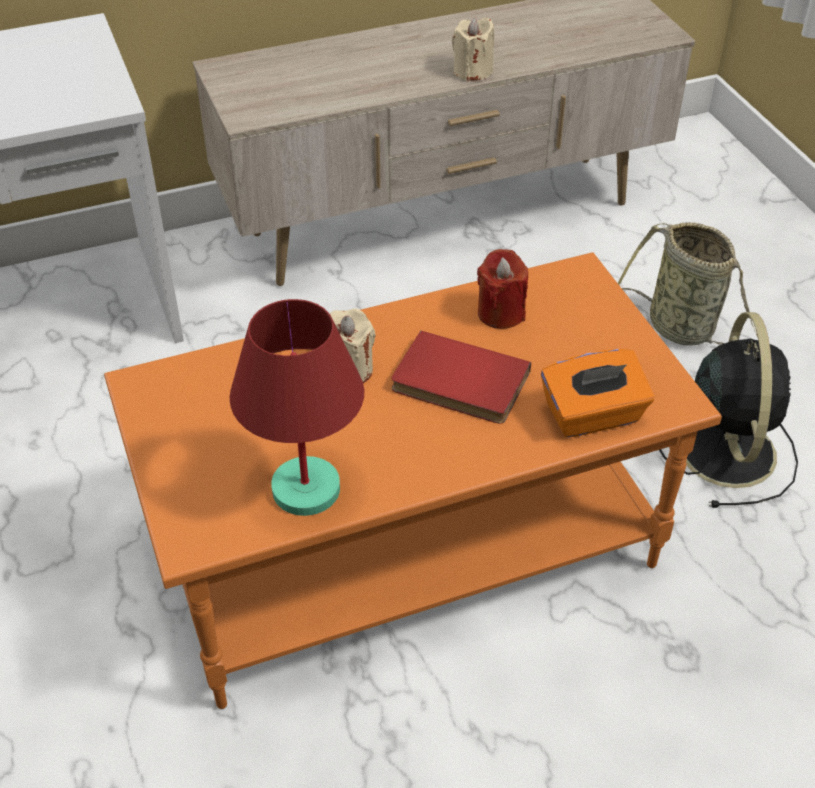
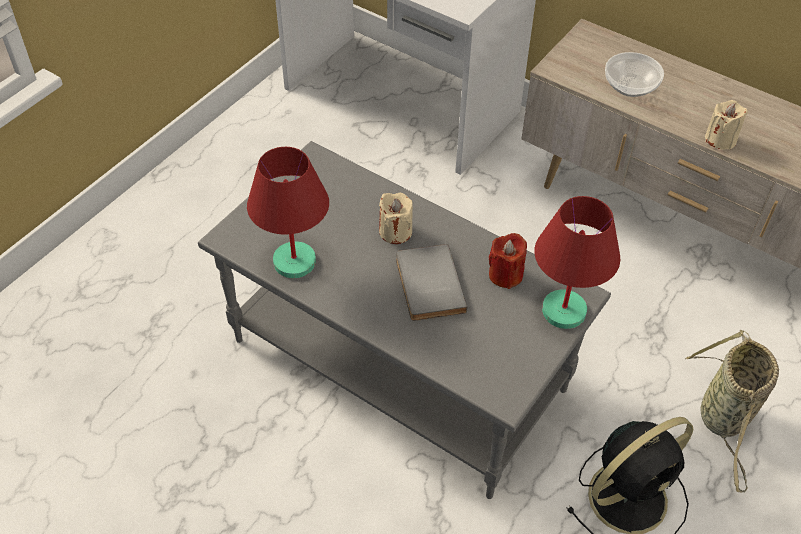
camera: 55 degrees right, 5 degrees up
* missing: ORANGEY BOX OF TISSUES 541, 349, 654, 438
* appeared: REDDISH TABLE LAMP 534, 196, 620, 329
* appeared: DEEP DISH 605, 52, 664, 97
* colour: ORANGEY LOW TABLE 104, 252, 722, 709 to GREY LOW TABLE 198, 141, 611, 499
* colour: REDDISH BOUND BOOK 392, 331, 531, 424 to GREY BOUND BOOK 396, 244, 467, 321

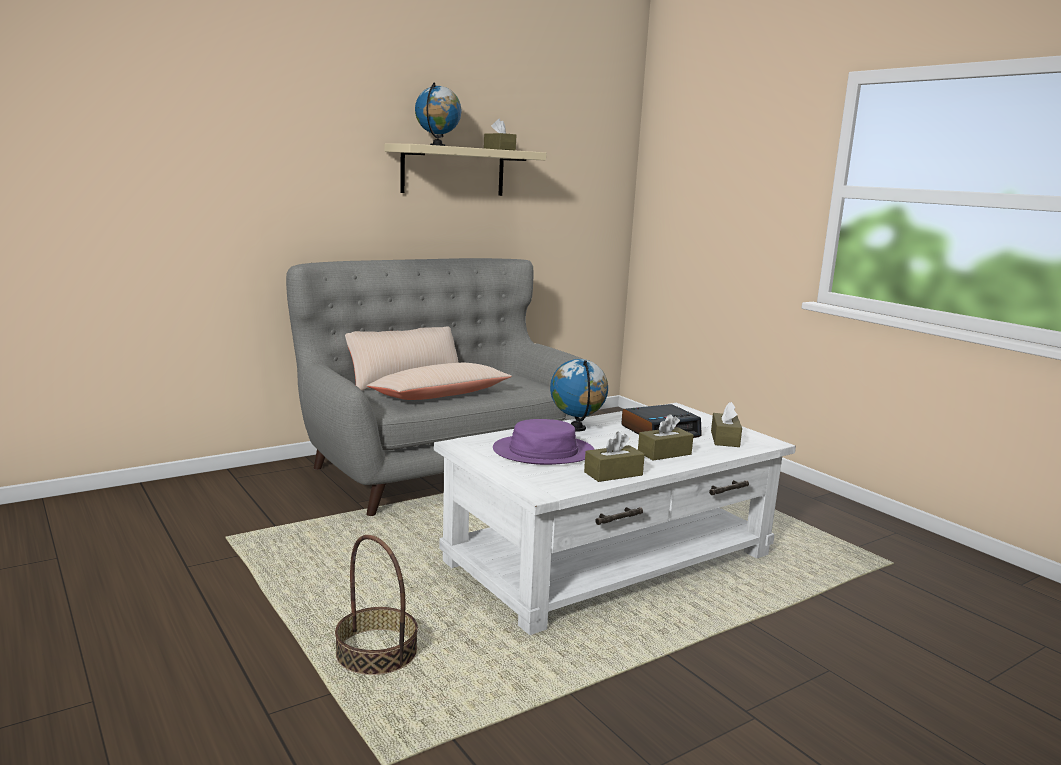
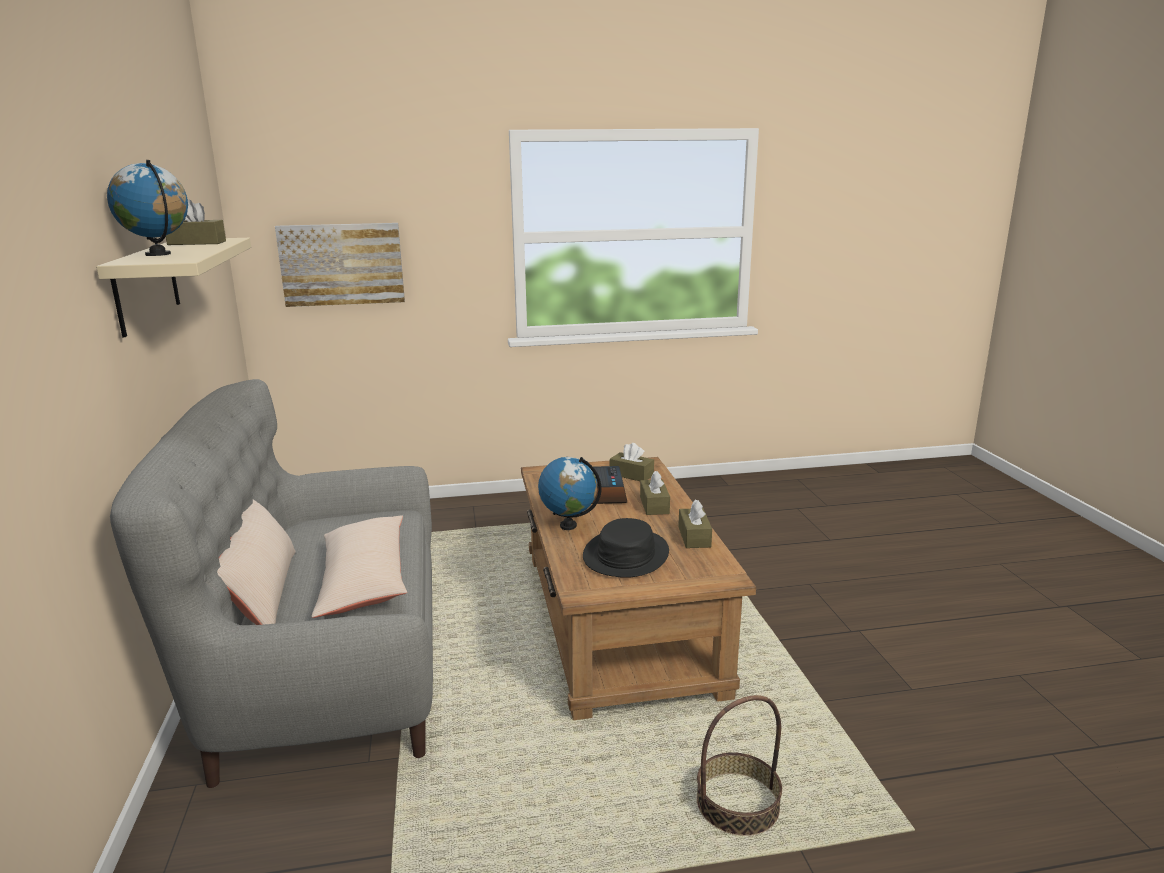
camera: 65 degrees left, 5 degrees up
* appeared: WALL ART 275, 223, 405, 307
* colour: WHITE-COLOURED LOW TABLE 434, 403, 796, 635 to BROWN-COLOURED LOW TABLE 521, 457, 756, 720
* colour: PURPLISH CLOTHING HAT 493, 419, 595, 465 to BLACK-COLOURED CLOTHING HAT 583, 518, 669, 578

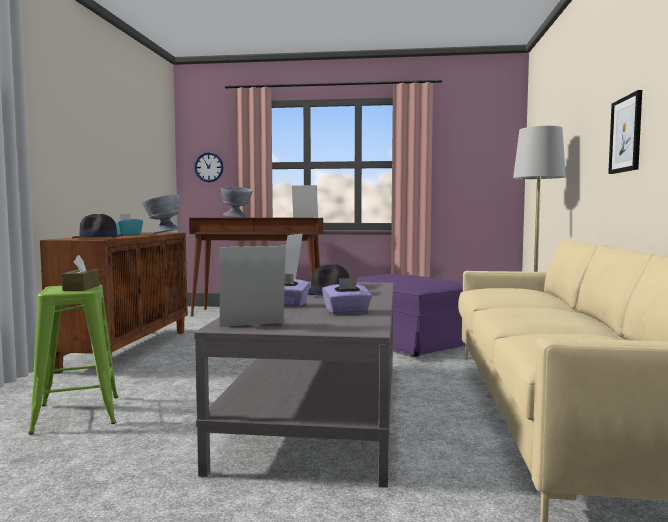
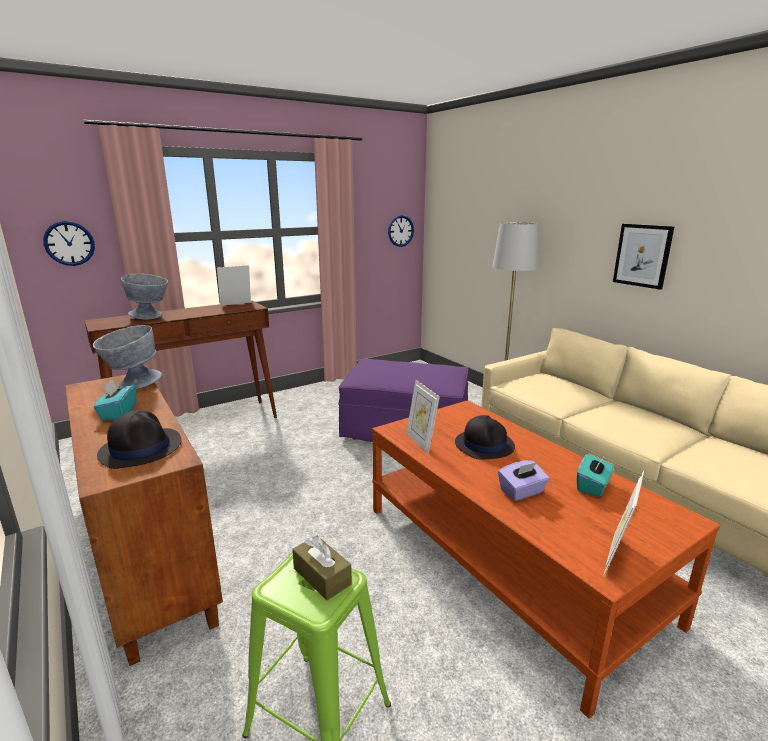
camera: 40 degrees left, 15 degrees up
* appeared: WALL CLOCK 388, 215, 414, 247
* colour: GREY LOW TABLE 194, 281, 394, 488 to BROWN-COLOURED LOW TABLE 372, 400, 720, 719
* colour: PURPLISH BOX OF TISSUES 322, 278, 372, 314 to TURQUOISE BOX OF TISSUES 577, 454, 613, 497

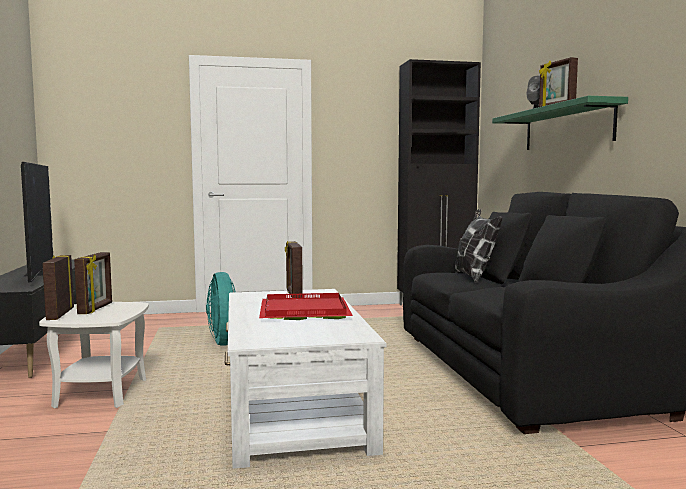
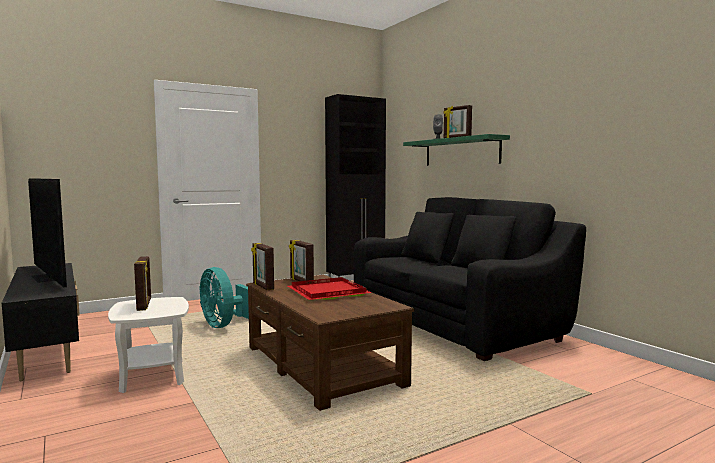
camera: 20 degrees left, 0 degrees up
* missing: THROW PILLOW 455, 209, 502, 283
* relocated: PHOTO FRAME 42, 255, 74, 320 to 251, 243, 274, 290
* colour: WHITE-COLOURED LOW TABLE 225, 289, 386, 469 to BROWN-COLOURED LOW TABLE 246, 275, 414, 411

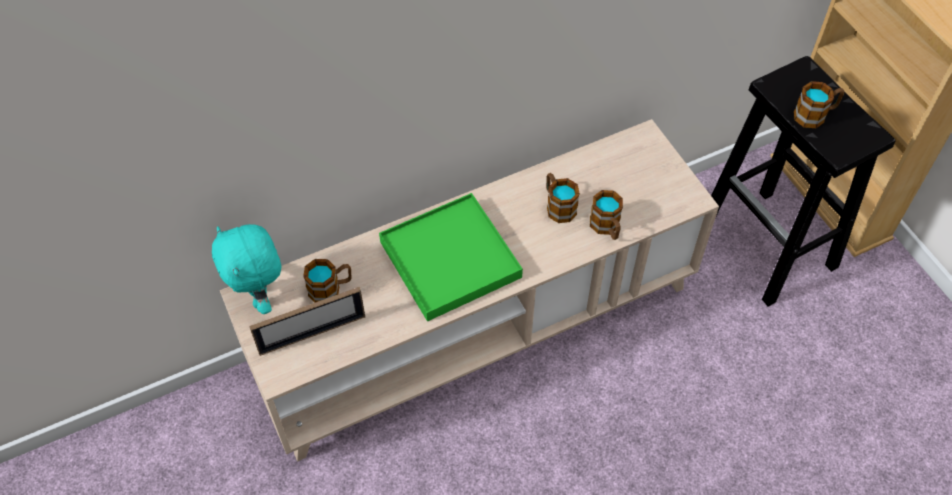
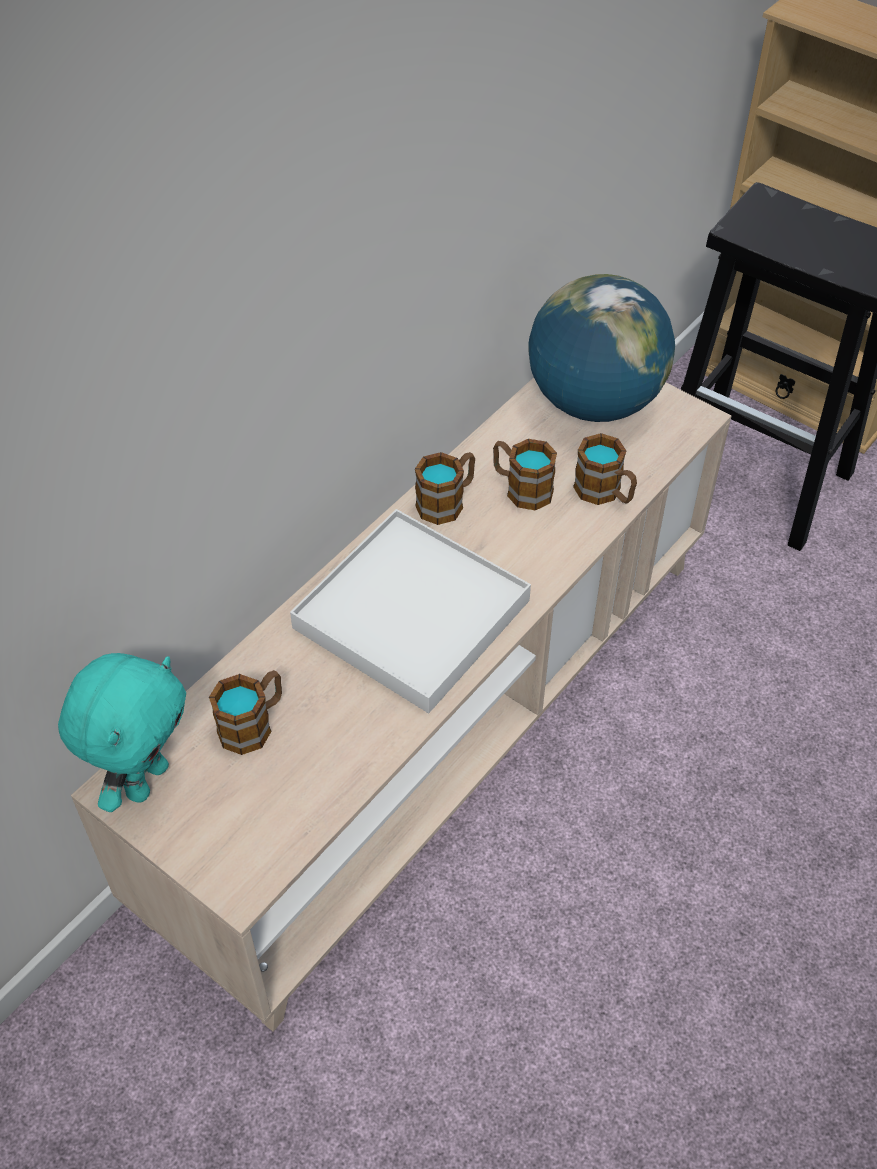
camera: 25 degrees left, 5 degrees down
* missing: PHOTO FRAME 249, 287, 365, 356
* appeared: DESK GLOBE 528, 274, 675, 422
* relocated: TEA MUG 794, 81, 844, 128 to 415, 452, 475, 525
* colour: GREEN TRAY 379, 193, 523, 321 to WHITE-COLOURED TRAY 290, 509, 531, 713
* spun: TURQUOISE CUDDLY TOY 212, 224, 281, 314 = 58, 653, 186, 812 105 degrees counterclockwise

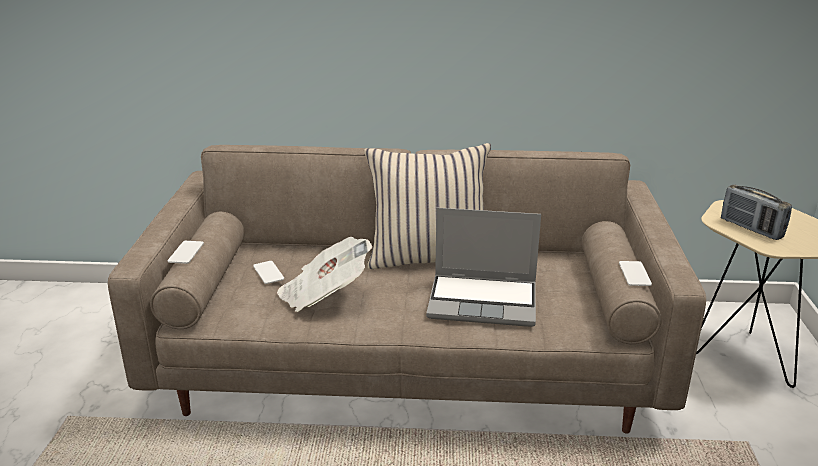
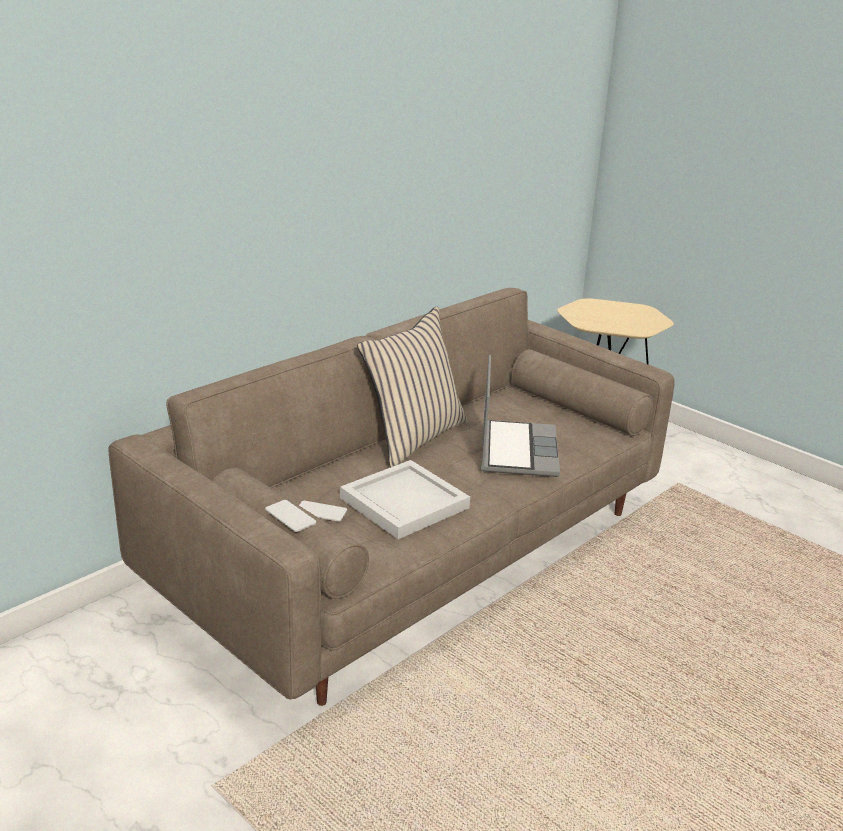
camera: 50 degrees left, 0 degrees up
* missing: TELEPHONE 619, 261, 652, 286
* missing: RADIO 721, 184, 792, 240
* exchanged: NEWSPAPER 277, 237, 372, 312 to WHITE-COLOURED TRAY 340, 460, 470, 539
* spun: PORTABLE COMPUTER 426, 208, 541, 327 = 481, 355, 560, 477 45 degrees counterclockwise

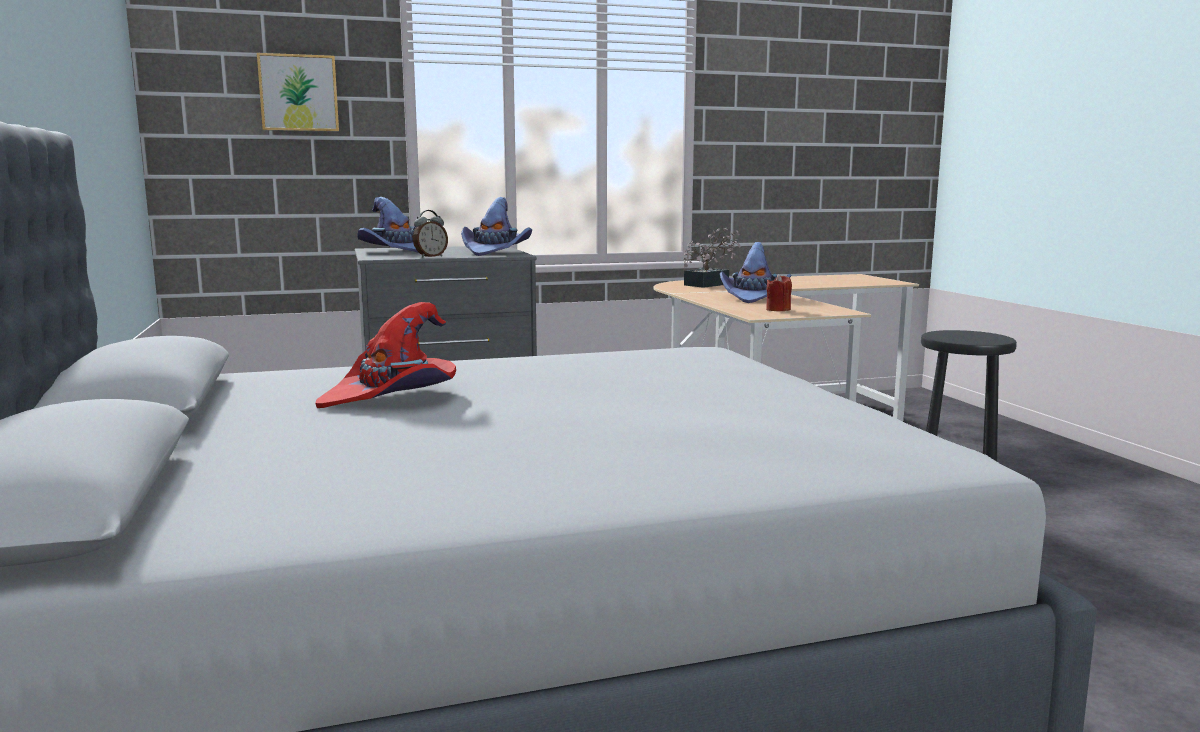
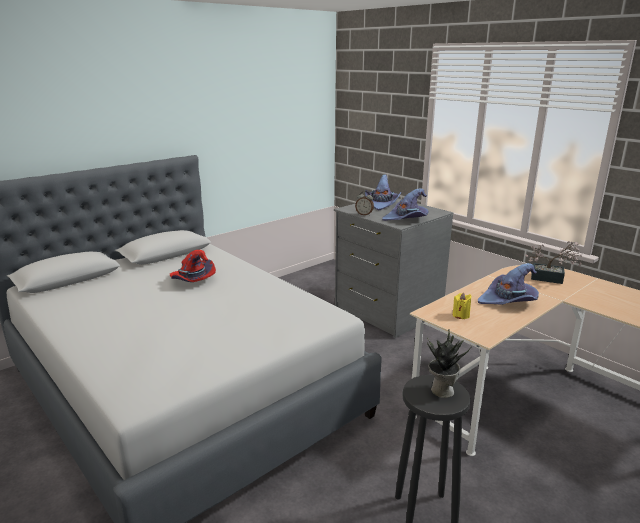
camera: 65 degrees right, 10 degrees up
* missing: WALL ART 257, 53, 339, 132
* appeared: PLANT IN A POT 427, 329, 472, 398
* colour: REDDISH CANDLE 766, 274, 792, 311 to YELLOW CANDLE 452, 293, 471, 319

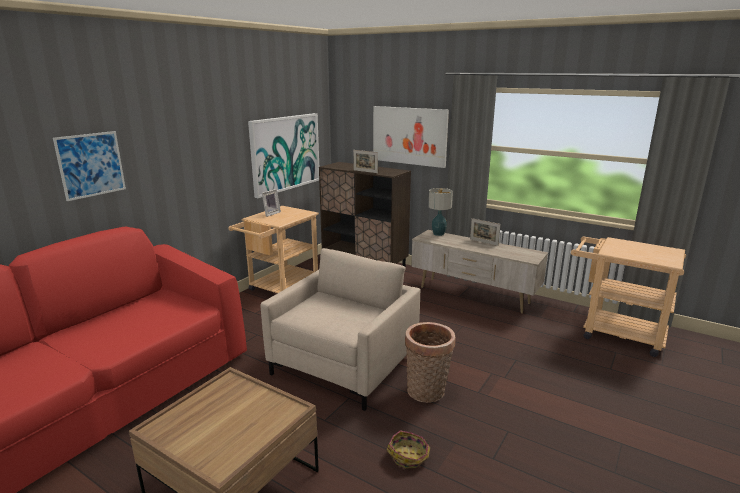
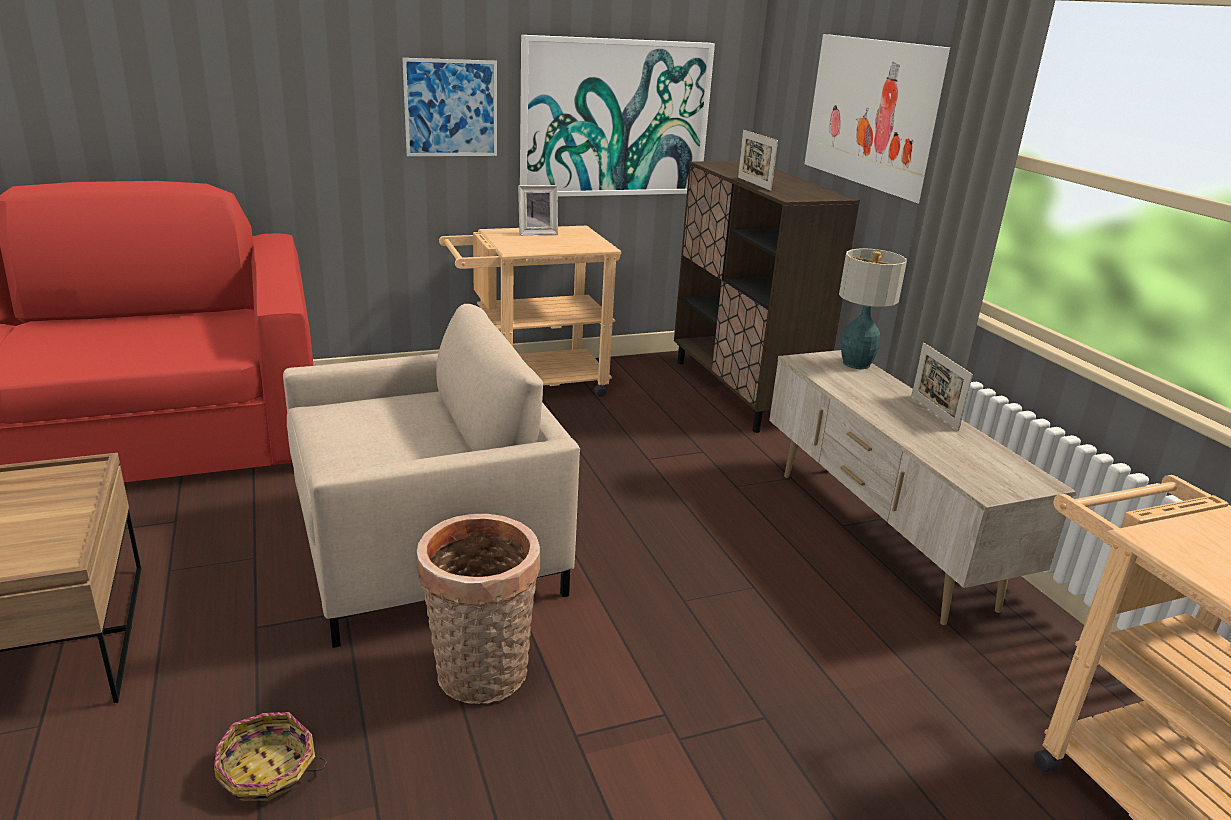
camera: 35 degrees right, 5 degrees up
* relocated: WALL ART 53, 131, 126, 201 to 402, 58, 497, 156

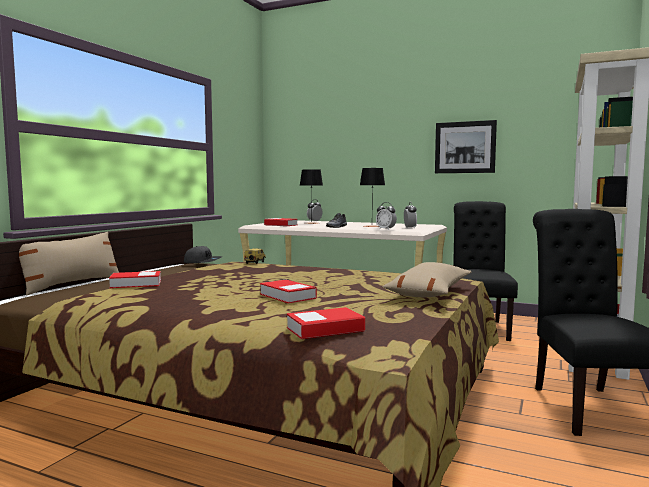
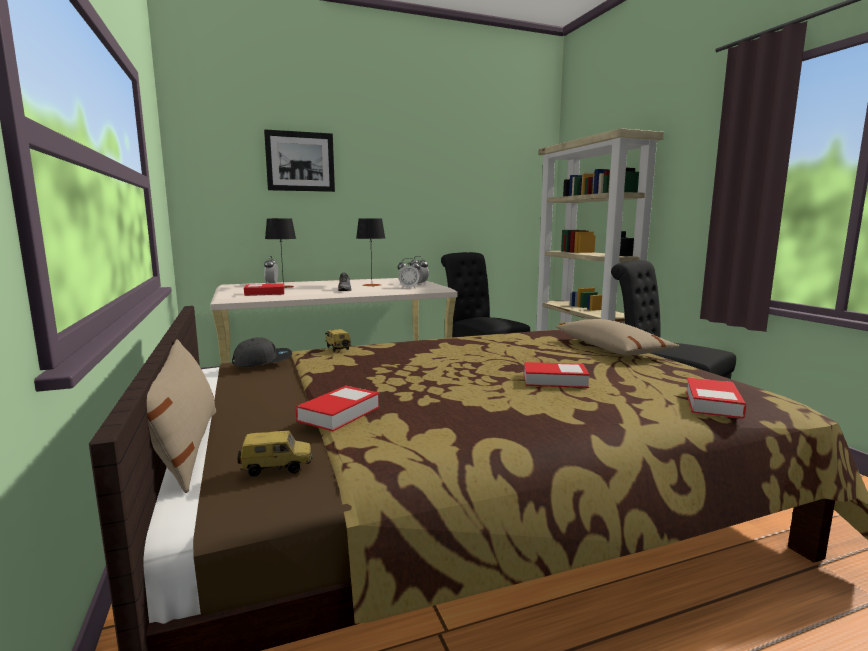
camera: 45 degrees left, 5 degrees up
* appeared: TOY CAR 238, 431, 313, 477
* relocated: WALL ART 435, 120, 497, 173 to 264, 129, 335, 192

